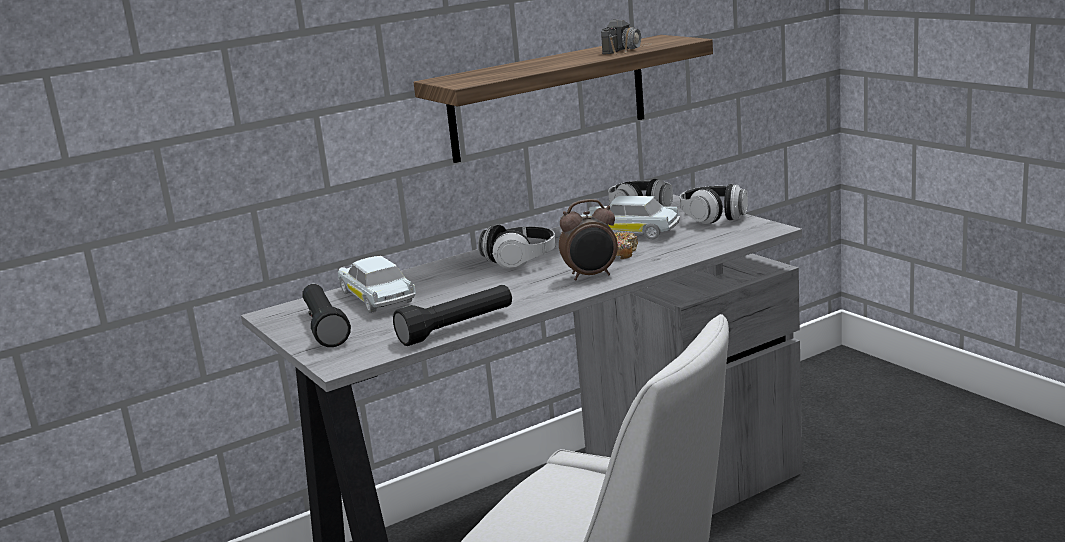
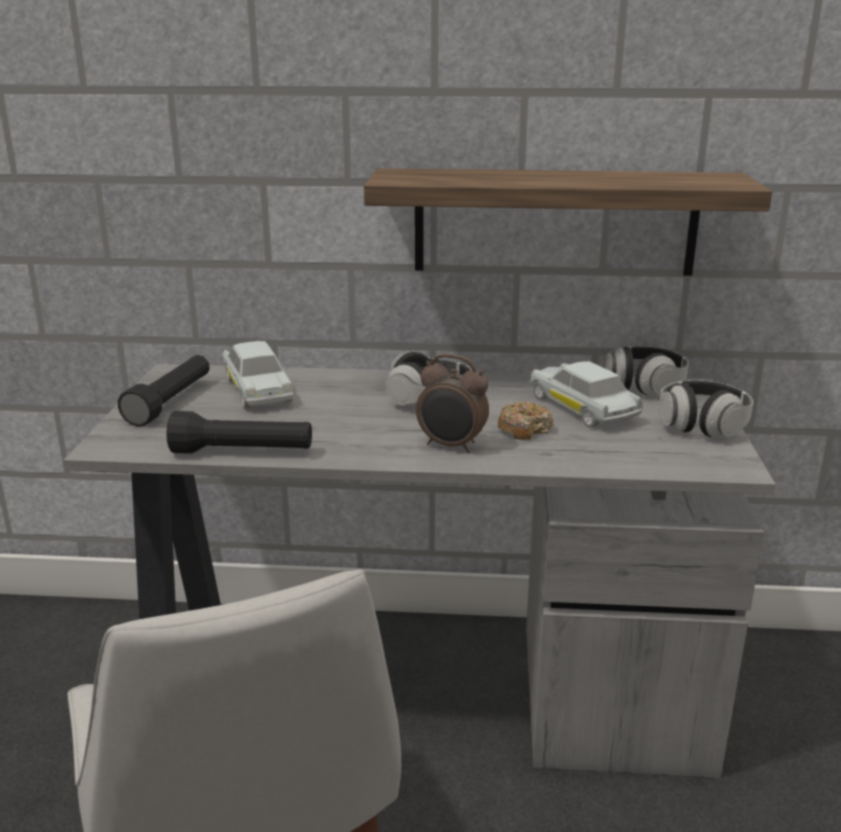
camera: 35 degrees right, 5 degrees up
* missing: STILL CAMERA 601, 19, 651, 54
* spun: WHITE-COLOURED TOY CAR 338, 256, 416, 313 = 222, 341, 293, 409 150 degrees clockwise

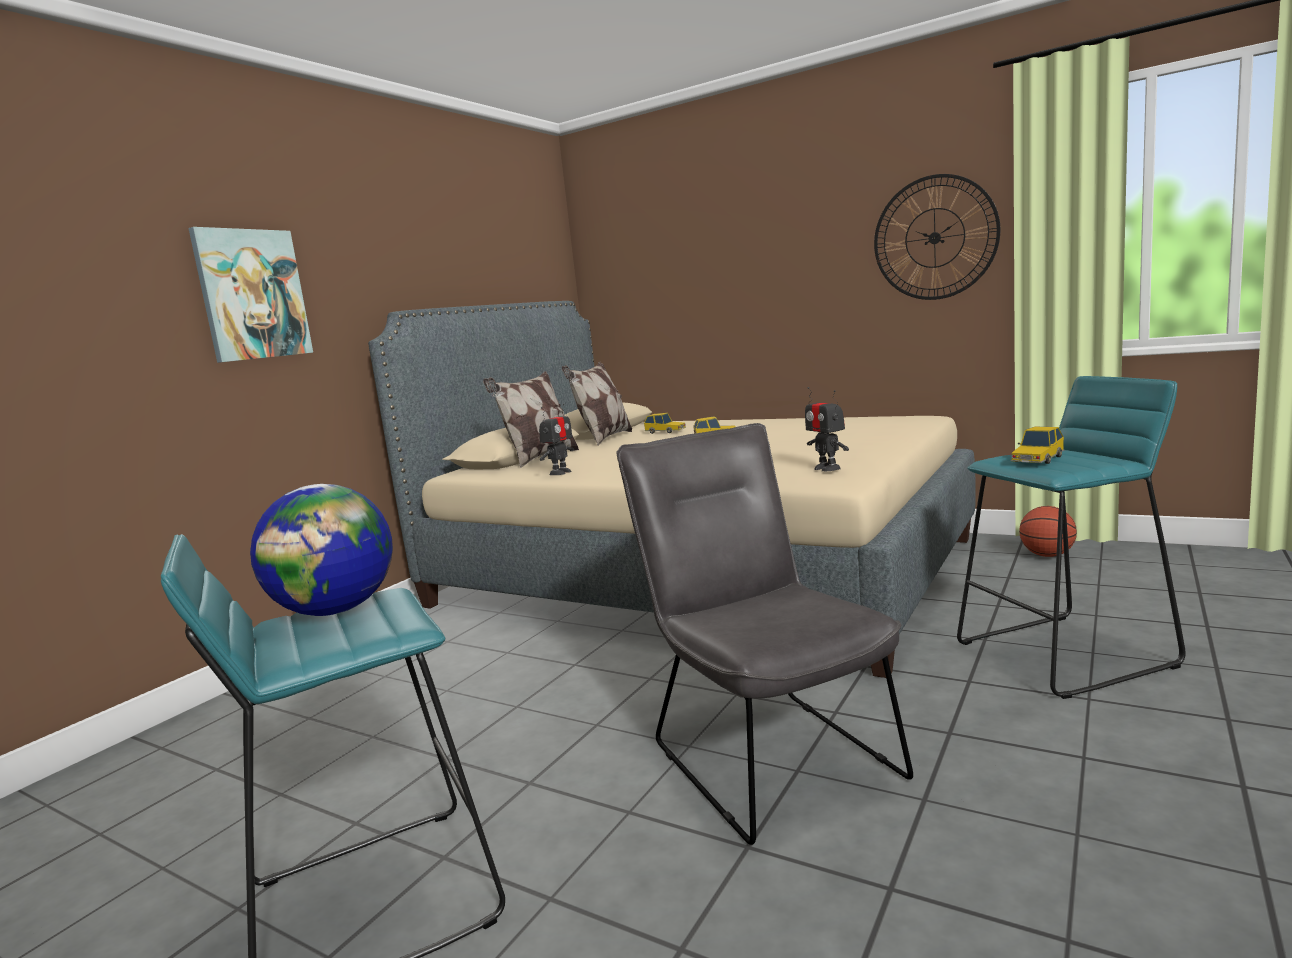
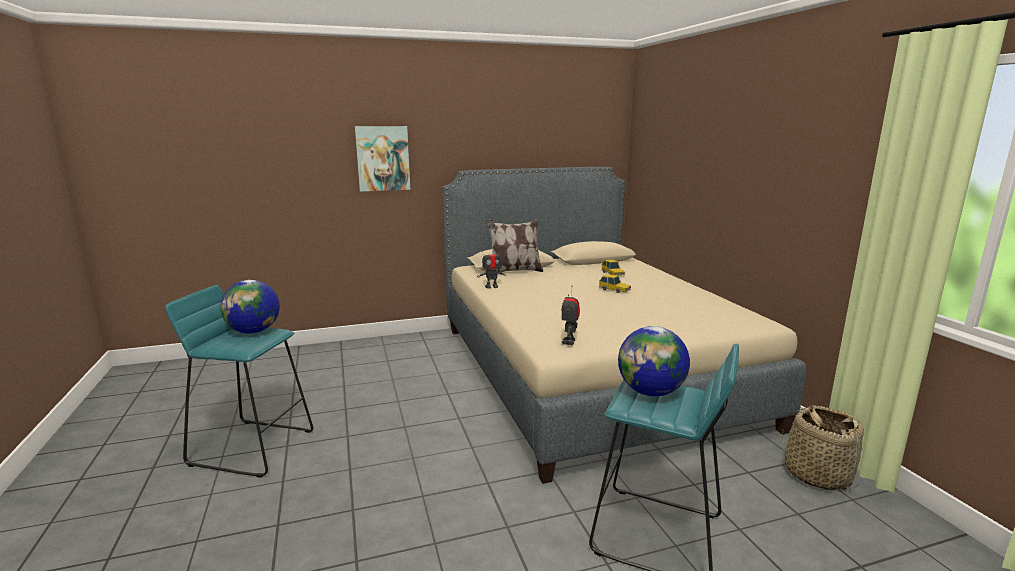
camera: 40 degrees right, 5 degrees up
* missing: THROW PILLOW 562, 362, 632, 446
* missing: GREY UPRIGHT CHAIR 616, 423, 913, 845
* missing: WALL CLOCK 874, 174, 1001, 300
* exchanged: TOY CAR 1010, 427, 1065, 464 to DESK GLOBE 618, 326, 690, 396
* exchanged: BASKETBALL 1019, 506, 1077, 557 to HOUSEHOLD BASKET 782, 405, 864, 490

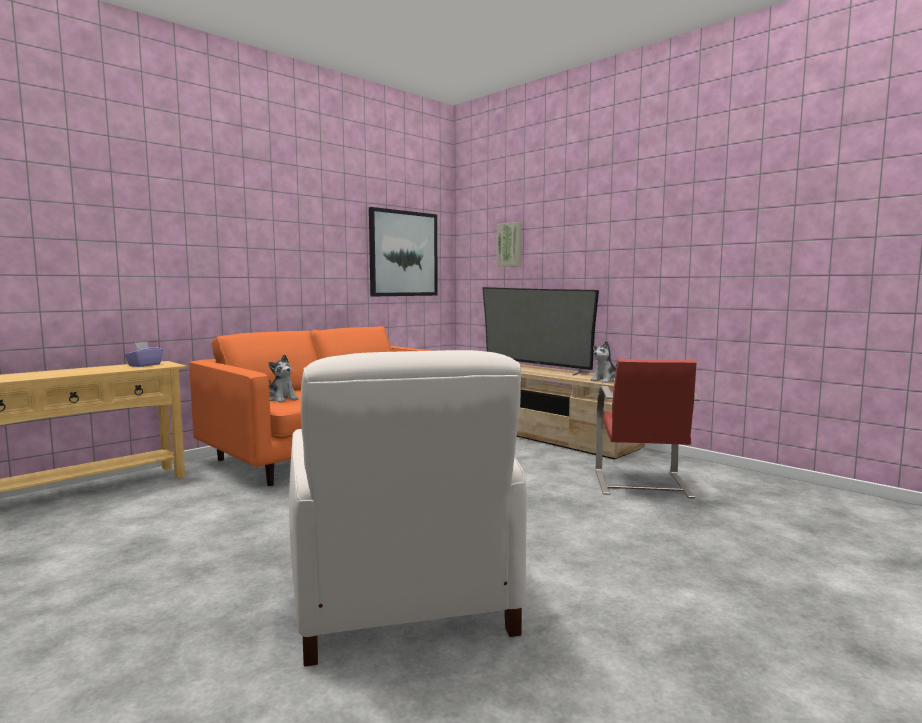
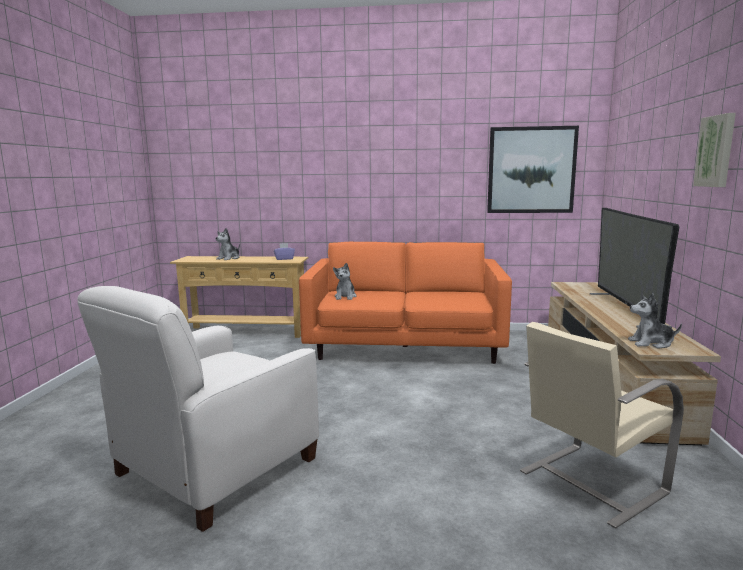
camera: 50 degrees right, 5 degrees up
* appeared: CUDDLY TOY 216, 228, 240, 260
* relocated: WALL ART 497, 222, 522, 267 to 693, 113, 736, 187
* colour: REDDISH UPRIGHT CHAIR 596, 358, 701, 499 to SAND-COLOURED UPRIGHT CHAIR 520, 322, 684, 529

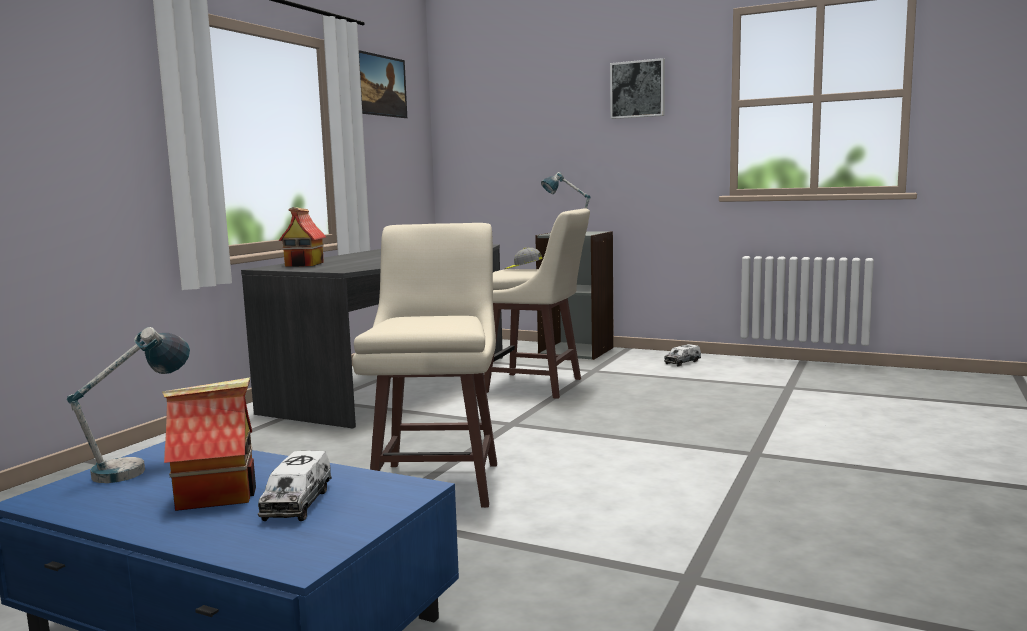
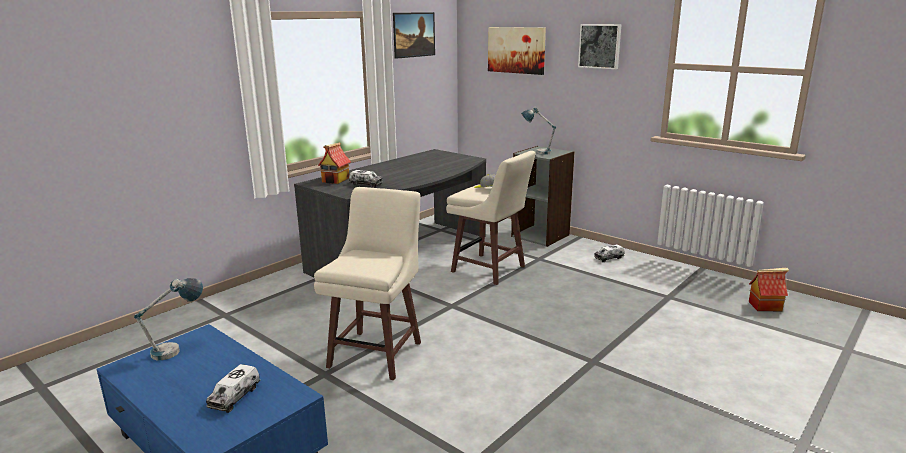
camera: 15 degrees right, 10 degrees up
* appeared: TOY LORRY 349, 170, 383, 187
* appeared: WALL ART 488, 27, 546, 75
* relocated: MODEL HOUSE 162, 378, 256, 511 to 749, 268, 789, 311

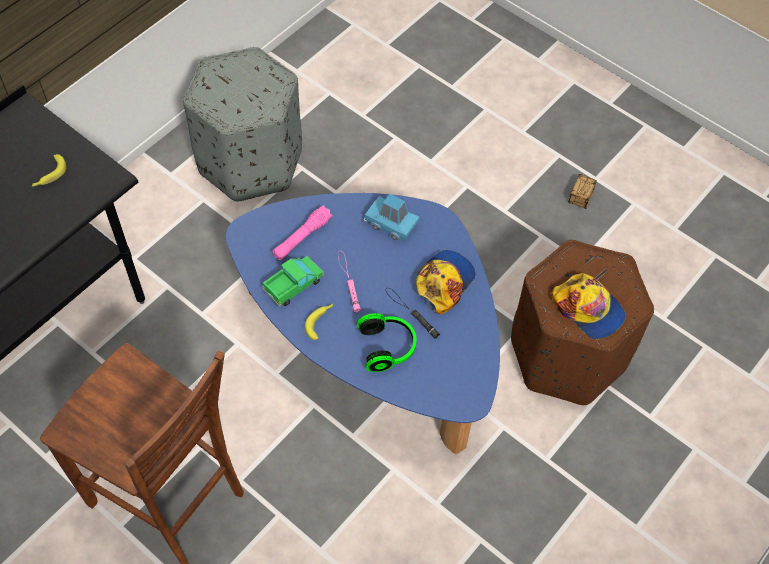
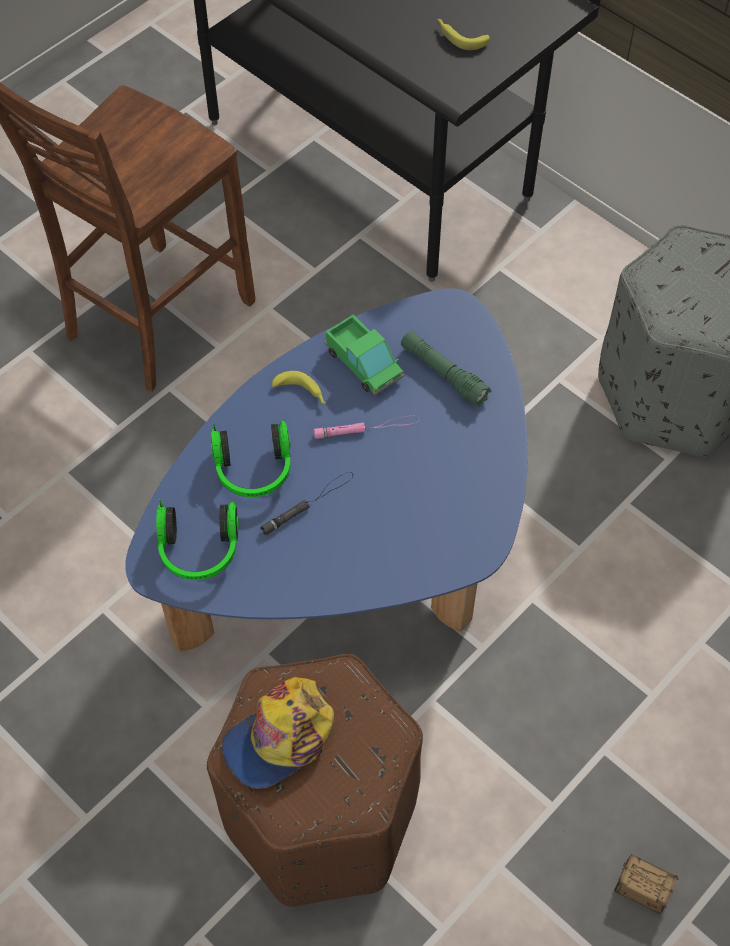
camera: 95 degrees right, 0 degrees up
* missing: BLUE-COLOURED TOY CAR 364, 194, 420, 241
* missing: PEAKED CAP 416, 250, 475, 314
* appeared: HEADPHONES 156, 499, 239, 580
* colour: PINK FLASHLIGHT 272, 205, 333, 260 to GREEN FLASHLIGHT 401, 331, 492, 407

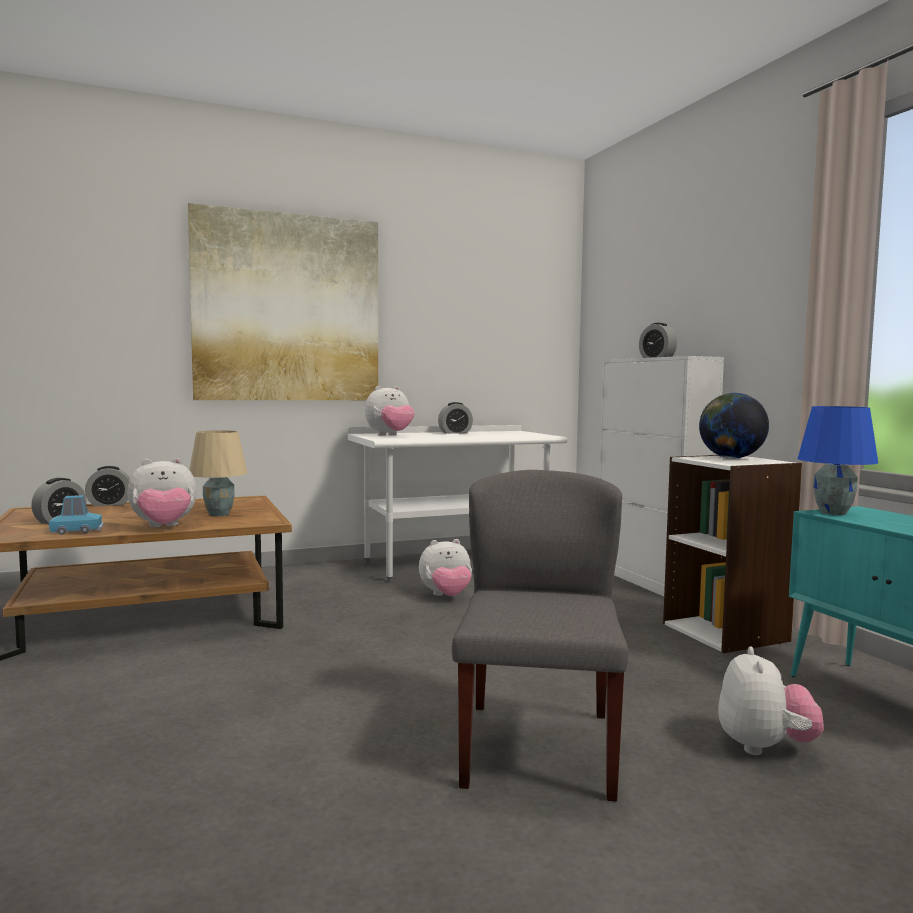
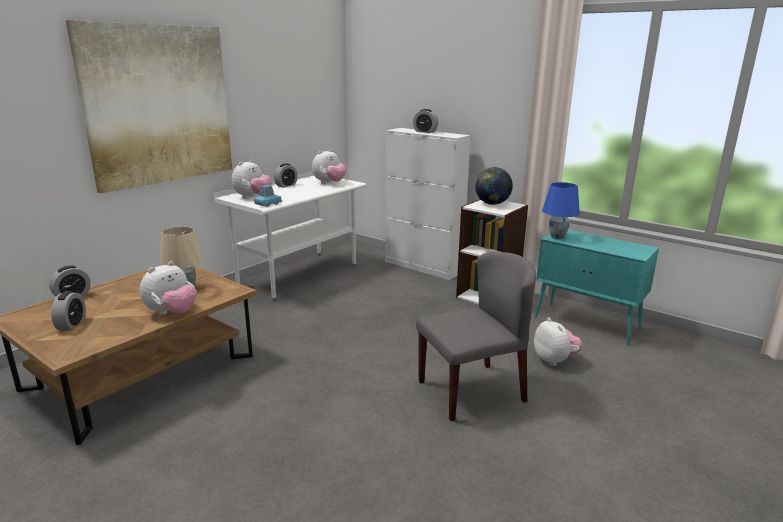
camera: 30 degrees left, 15 degrees up
* relocated: BLUE-COLOURED TOY CAR 49, 495, 103, 535 to 254, 185, 282, 207
* relocated: CUDDLY TOY 419, 539, 472, 596 to 312, 149, 347, 184
* spun: GREY UPRIGHT CHAIR 452, 470, 629, 802 = 416, 252, 536, 421 90 degrees clockwise

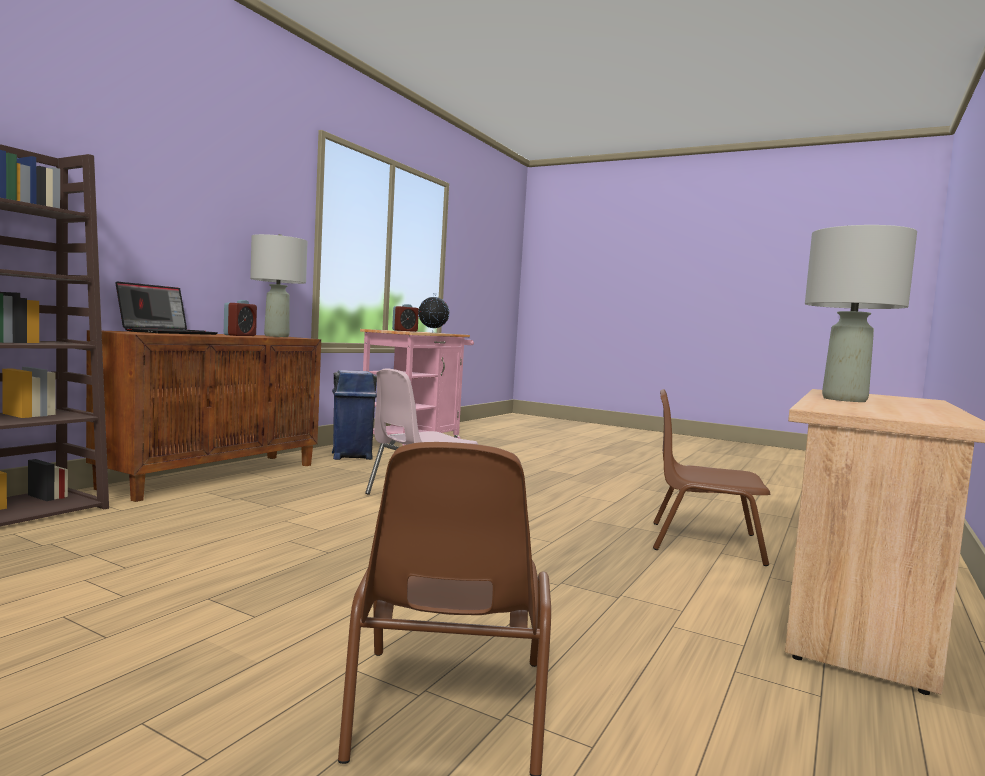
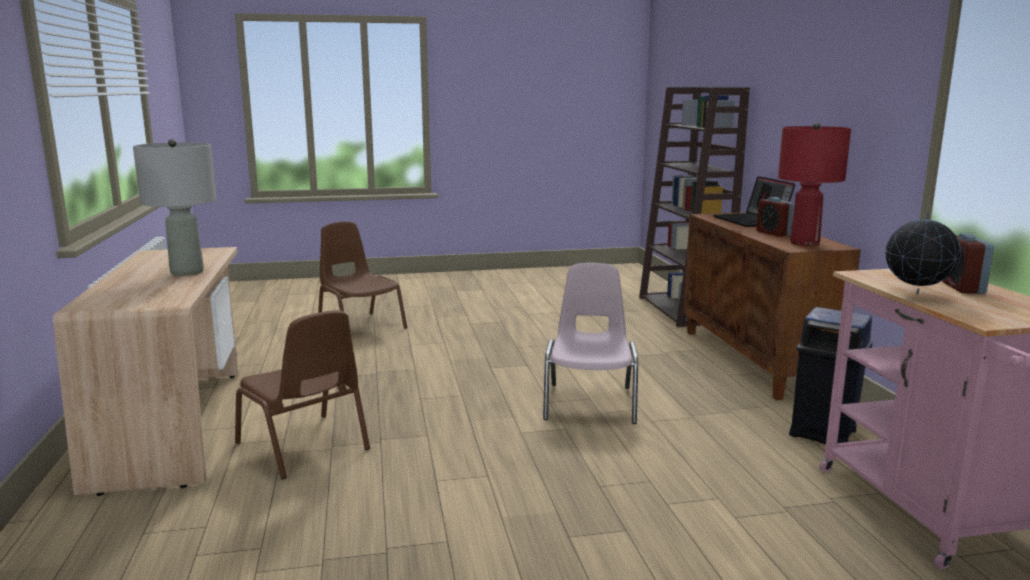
camera: 140 degrees right, 10 degrees up
* colour: GREY TABLE LAMP 250, 234, 308, 337 to REDDISH TABLE LAMP 778, 123, 851, 246
* spun: BROWN-COLOURED UPRIGHT CHAIR 653, 389, 771, 566 = 235, 310, 370, 479 75 degrees clockwise

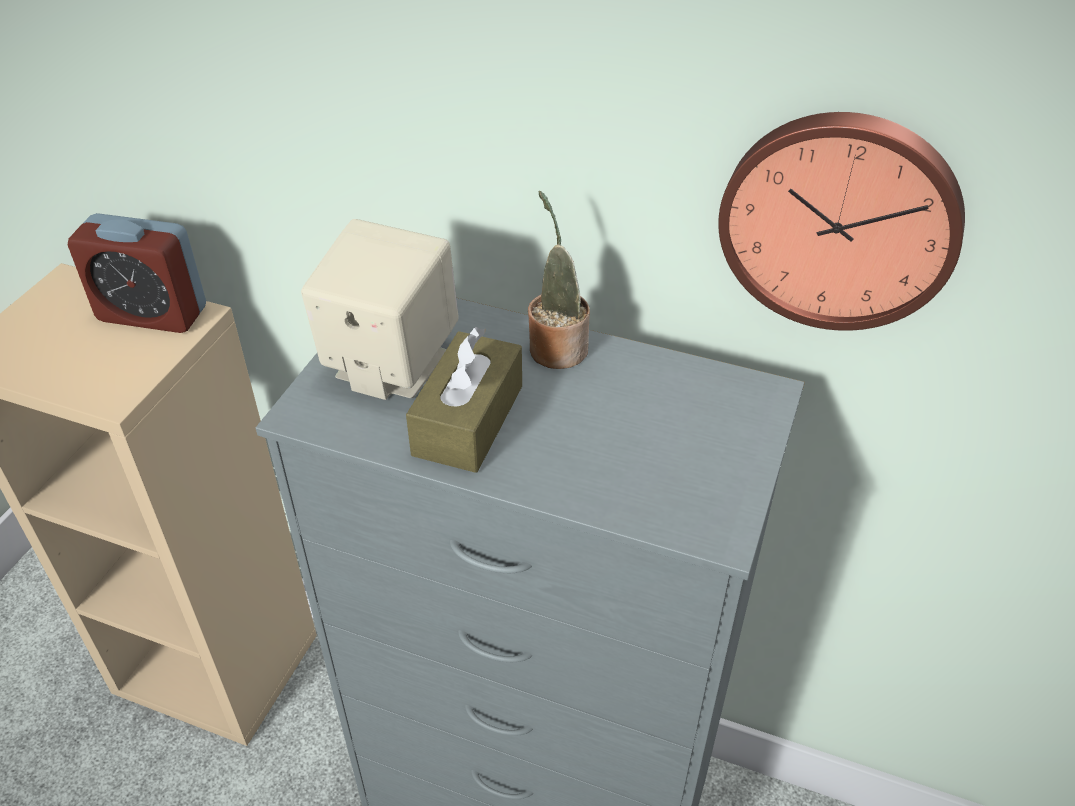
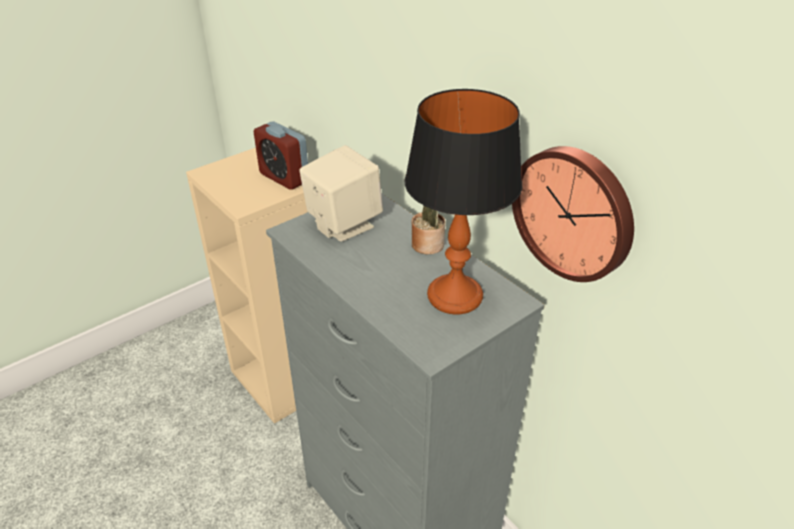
camera: 30 degrees right, 5 degrees down
* missing: BROWN-COLOURED BOX OF TISSUES 406, 327, 522, 473
* appeared: TABLE LAMP 404, 89, 523, 315

